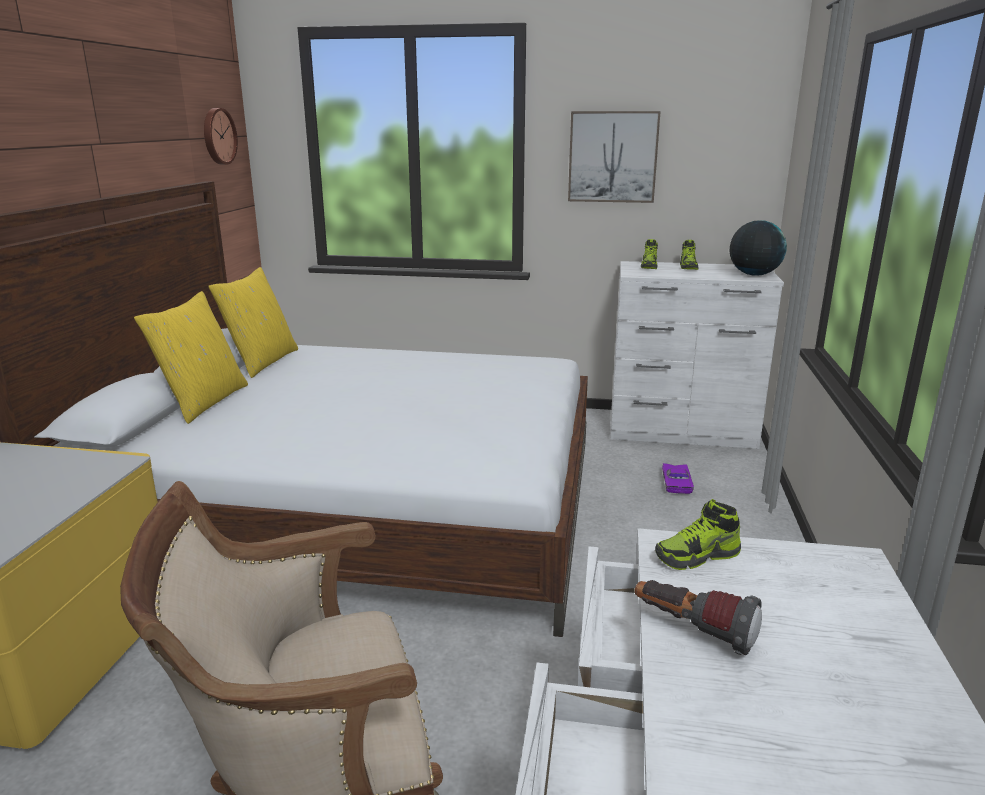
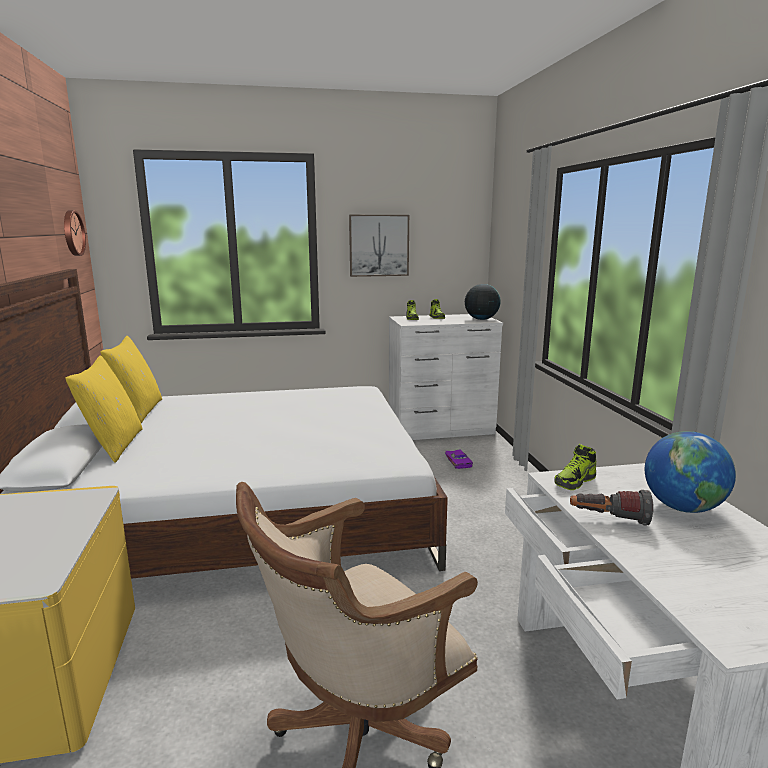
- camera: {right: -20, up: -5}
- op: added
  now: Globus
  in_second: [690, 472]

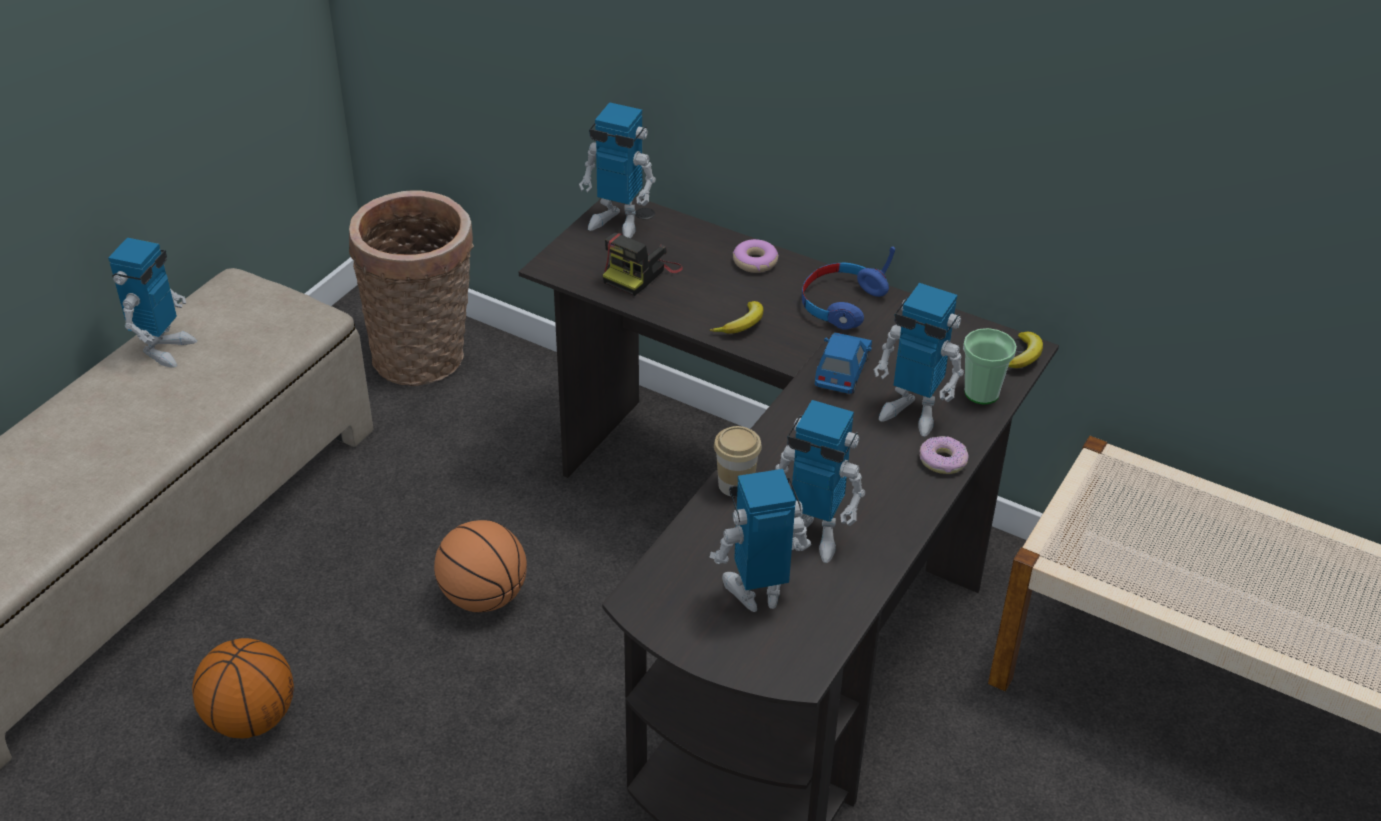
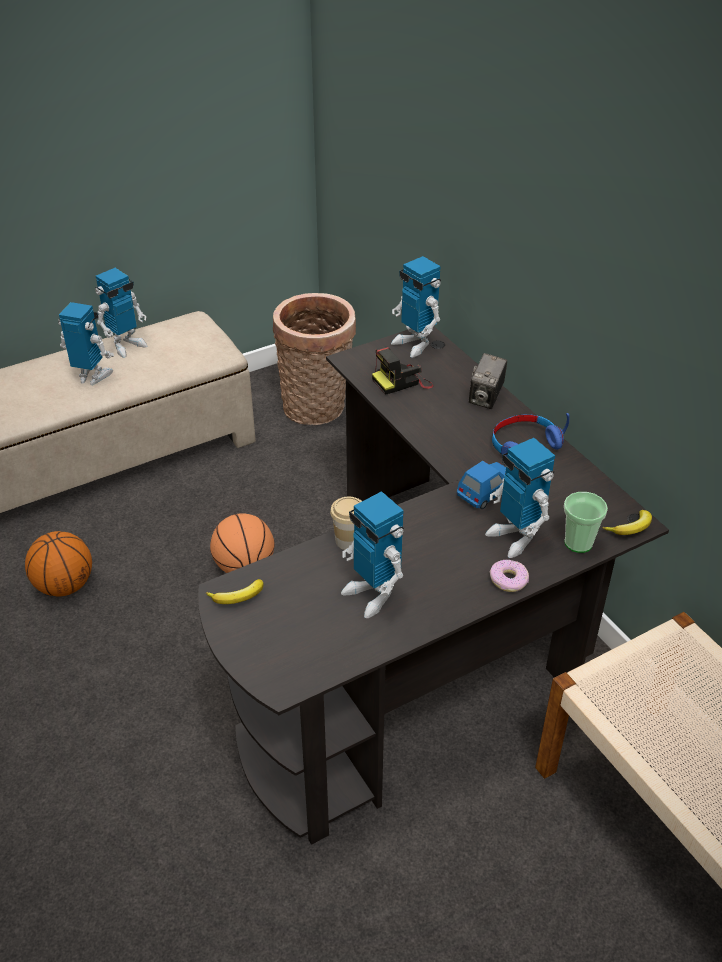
- camera: {right: 30, up: 0}
- op: moved
  was: Spielzeugroboter
  in_first: [760, 540]
  in_second: [86, 343]
- op: moved
  was: Banane
  in_first: [736, 317]
  in_second: [234, 591]
- op: replaced
  was: Donut
  now: Kamera
  in_first: [756, 256]
  in_second: [488, 381]

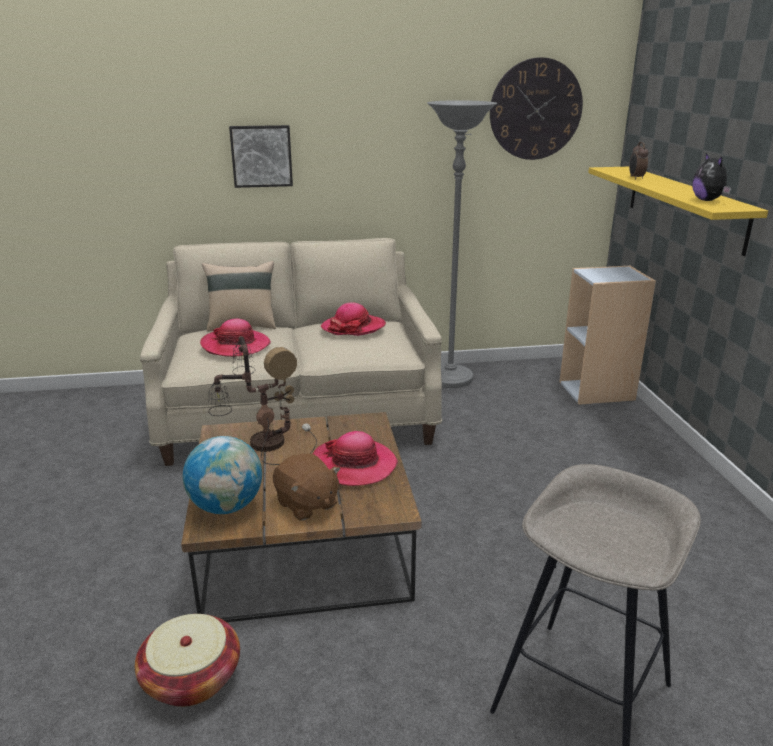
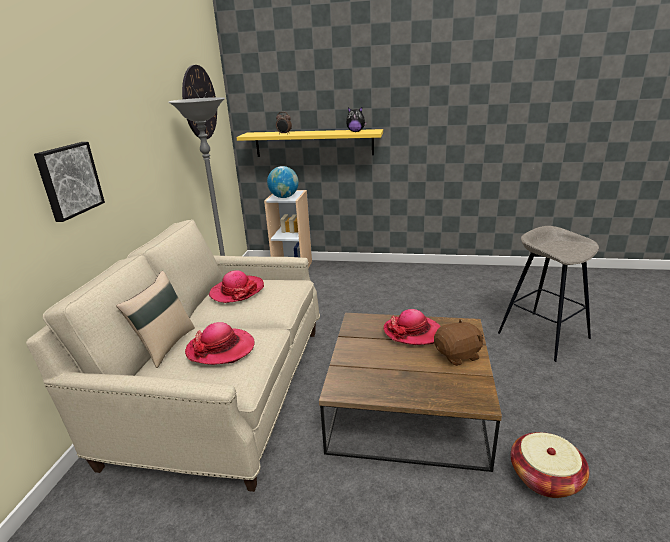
- camera: {right: -70, up: 0}
- op: moved
  was: Globus
  in_first: [222, 475]
  in_second: [283, 182]
- op: removed
  was: Tischlampe
  in_first: [262, 400]

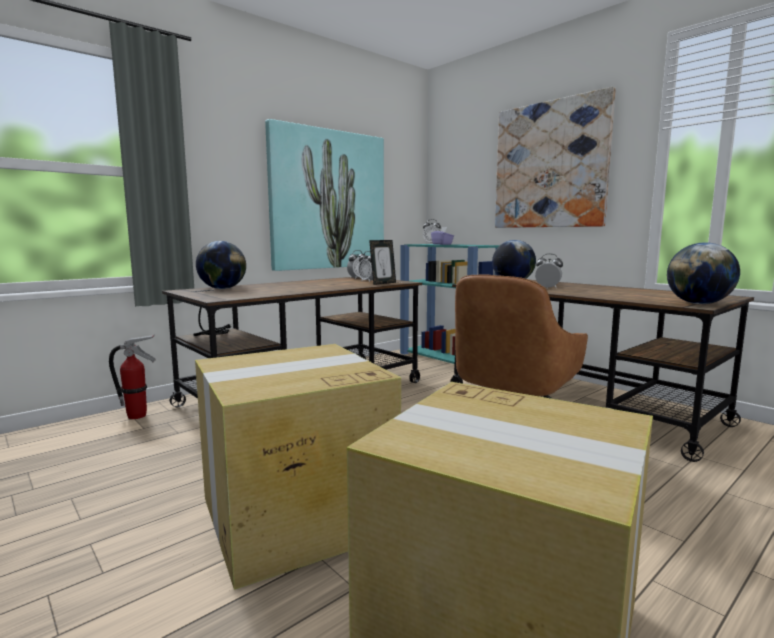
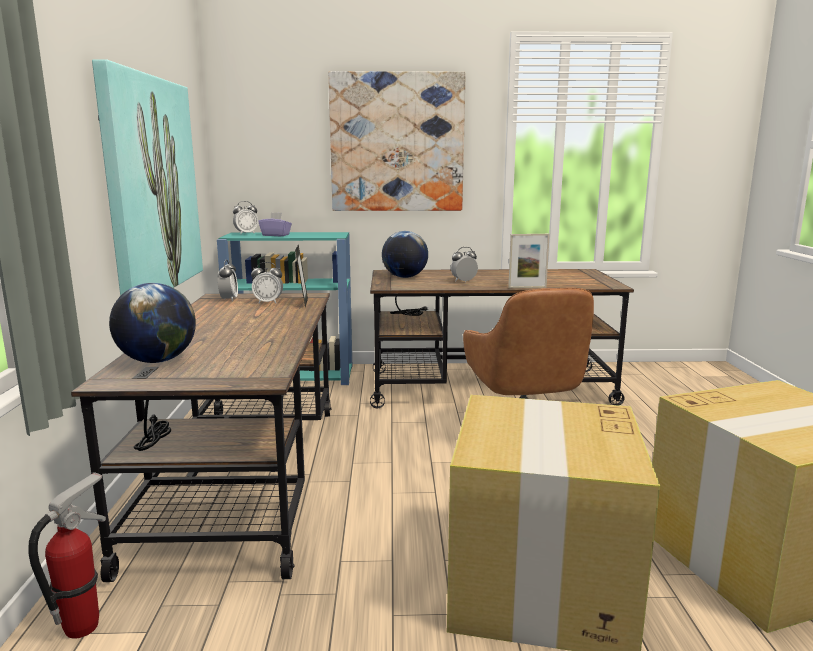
- camera: {right: -50, up: 5}
- op: added
  now: Bilderrahmen
  in_second: [529, 261]
- op: removed
  was: Globus
  in_first: [703, 273]

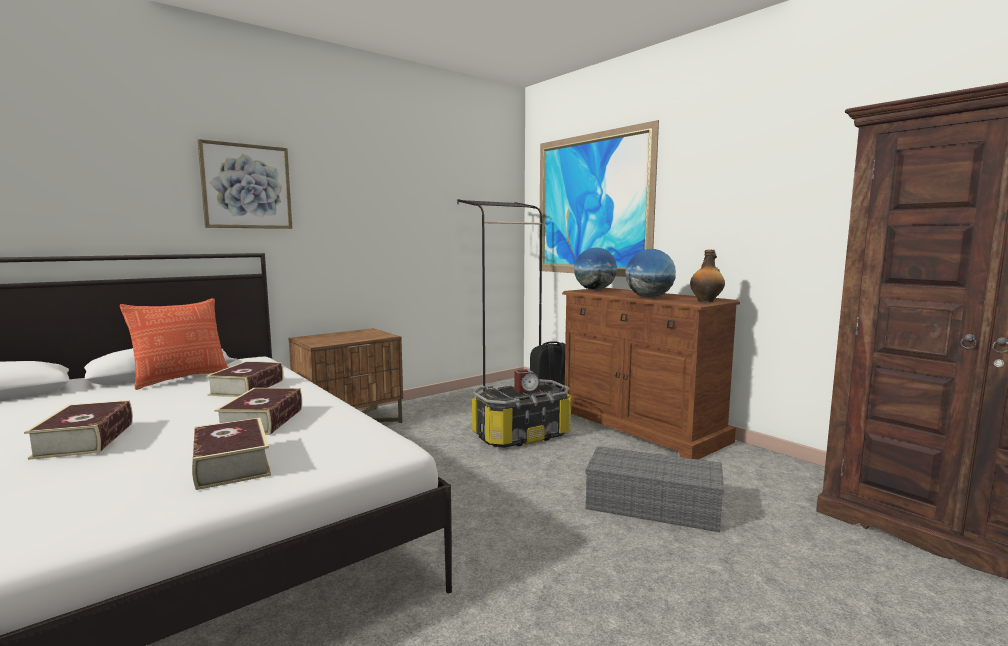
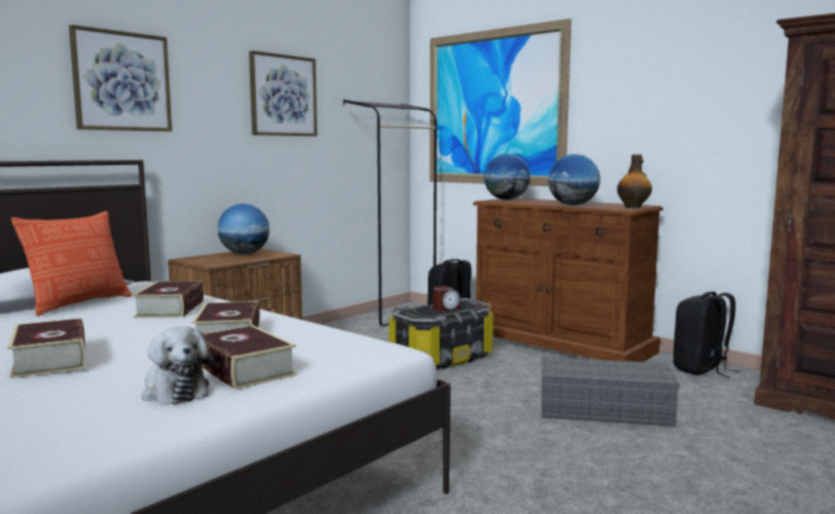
- camera: {right: -10, up: 0}
- op: added
  now: Plüschtier
  in_second: [178, 365]
- op: added
  now: Globus
  in_second: [244, 229]
- op: added
  now: Bild
  in_second: [283, 93]
- op: added
  now: Rucksack (schwarz)
  in_second: [706, 335]

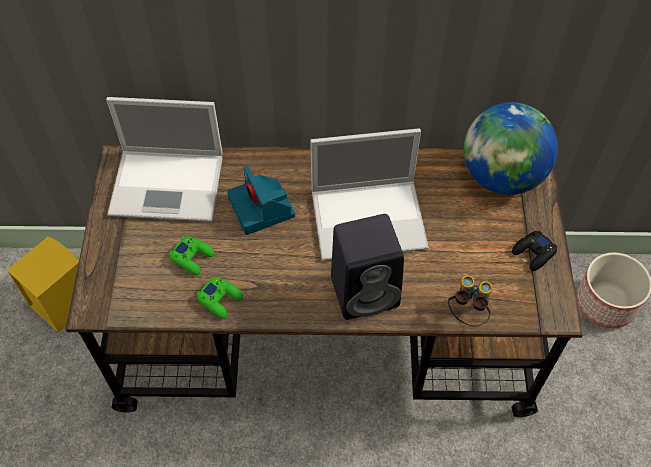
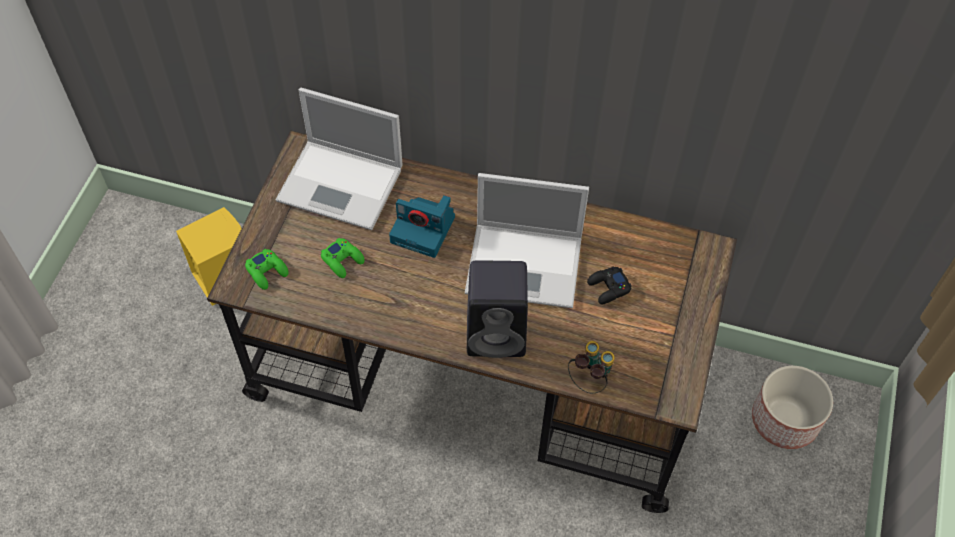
- camera: {right: 15, up: 0}
- op: moved
  was: Gamepad (grün)
  in_first: [220, 298]
  in_second: [267, 269]
- op: turned
  was: Kamera
  in_first: [261, 200]
  in_second: [422, 226]
  clockwise: -60
- op: moved
  was: Gamepad (schwarz)
  in_first: [534, 251]
  in_second: [609, 285]
- op: removed
  was: Globus
  in_first: [511, 148]

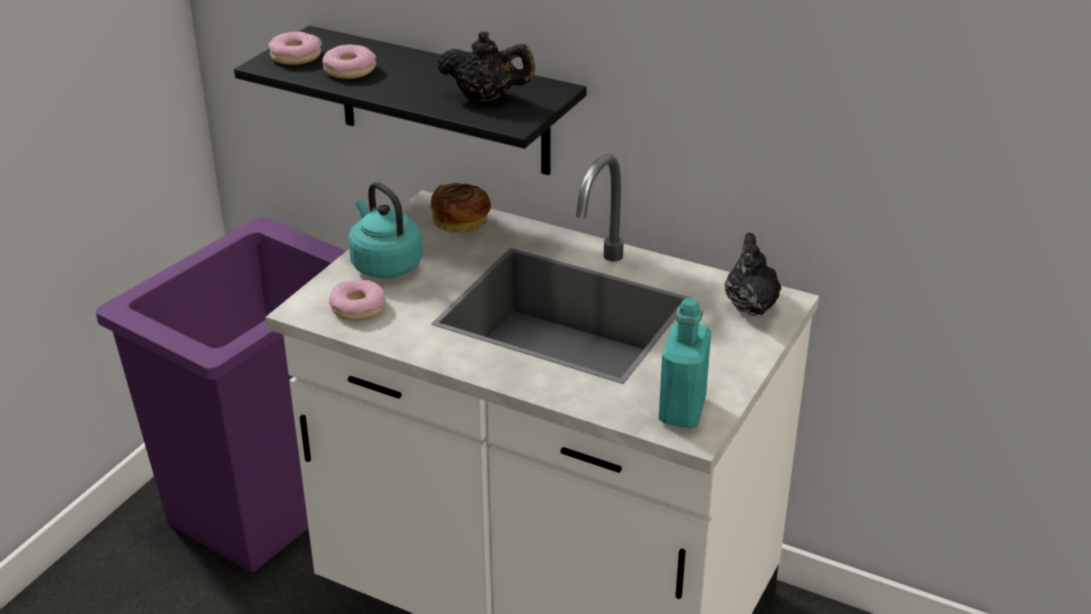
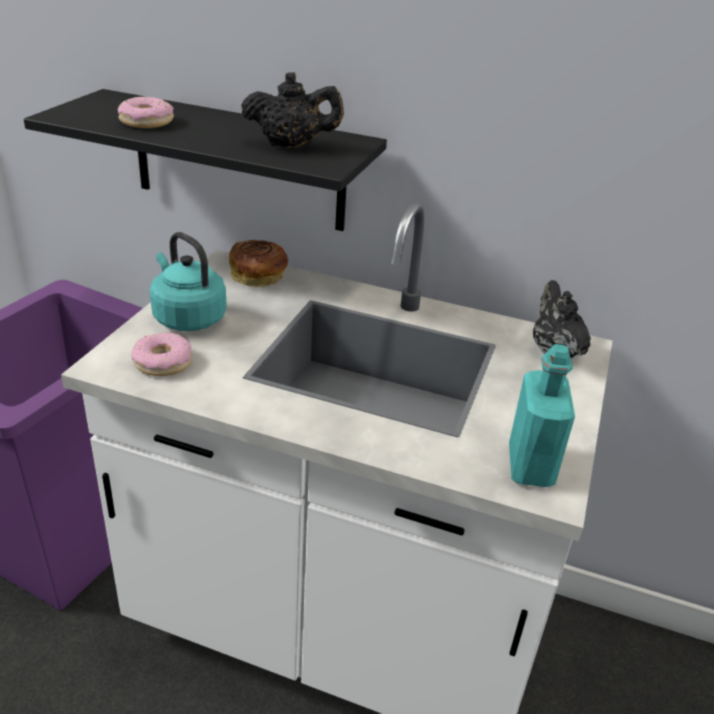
- camera: {right: -10, up: 0}
- op: removed
  was: Donut
  in_first: [295, 48]

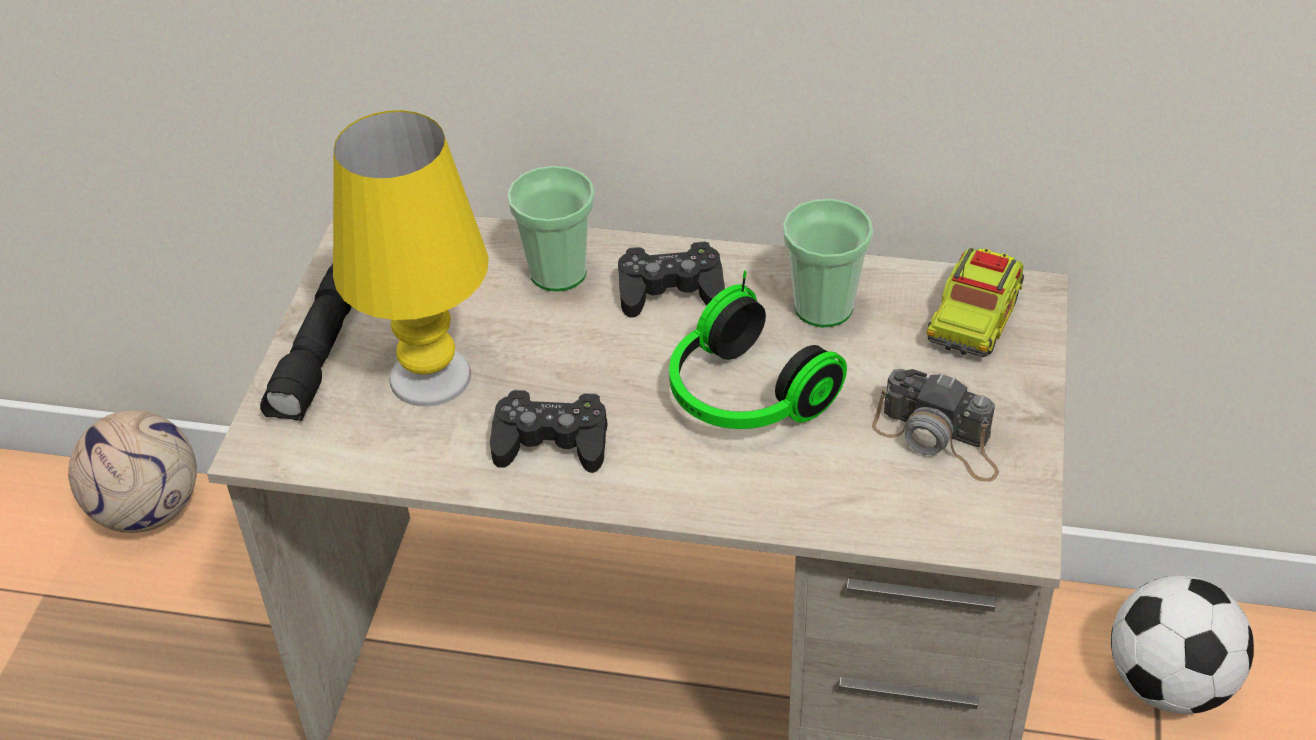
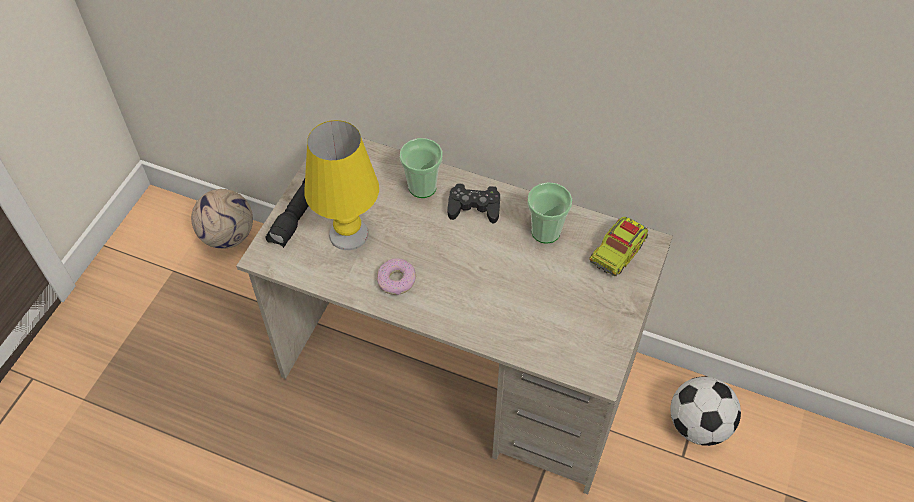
- camera: {right: 10, up: 10}
- op: replaced
  was: Gamepad (schwarz)
  now: Donut
  in_first: [549, 431]
  in_second: [397, 276]
- op: removed
  was: Kopfhörer
  in_first: [758, 349]
- op: removed
  was: Kamera
  in_first: [935, 425]

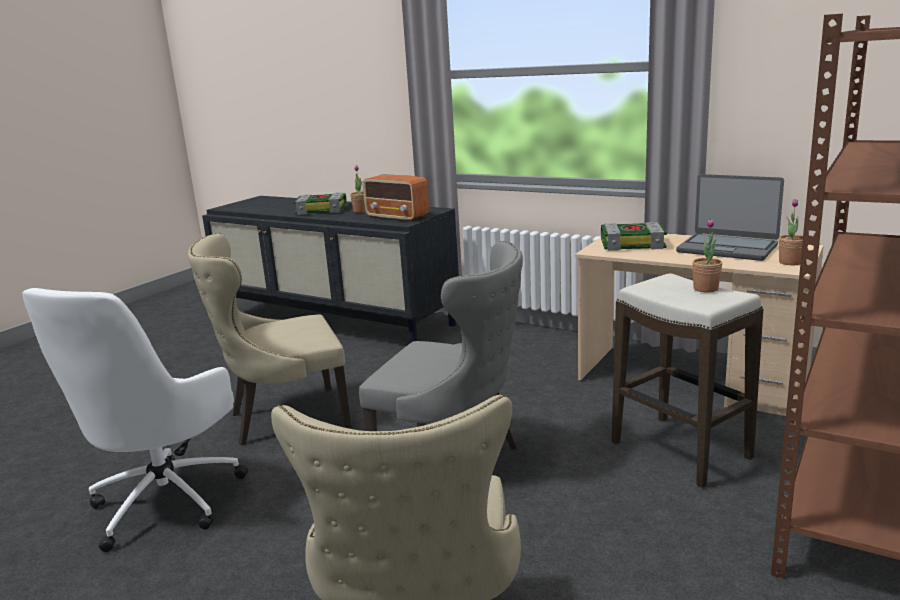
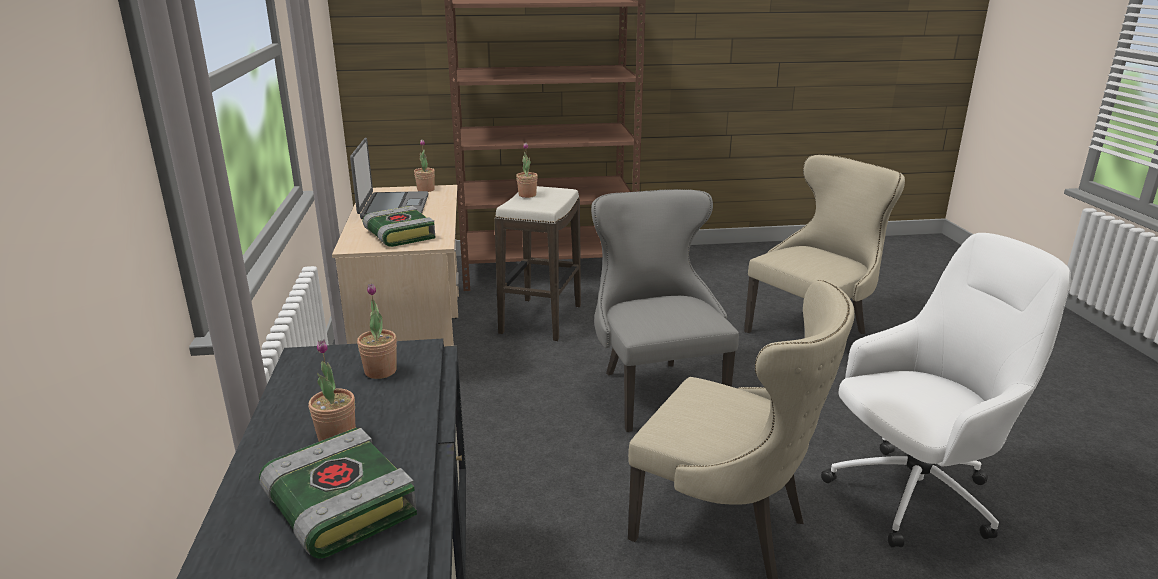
- camera: {right: -130, up: 5}
- op: replaced
  was: Radio
  now: Topfpflanze
  in_first: [396, 198]
  in_second: [377, 331]

